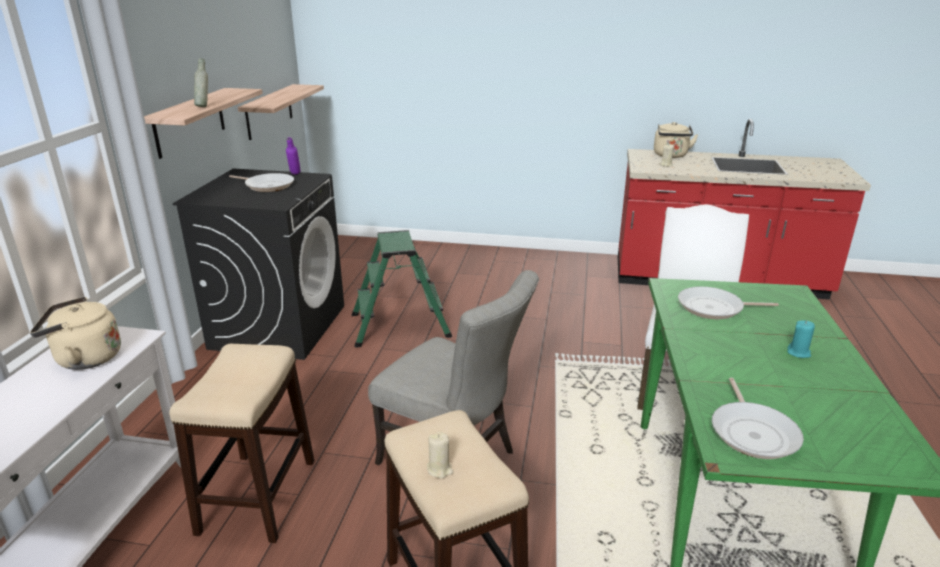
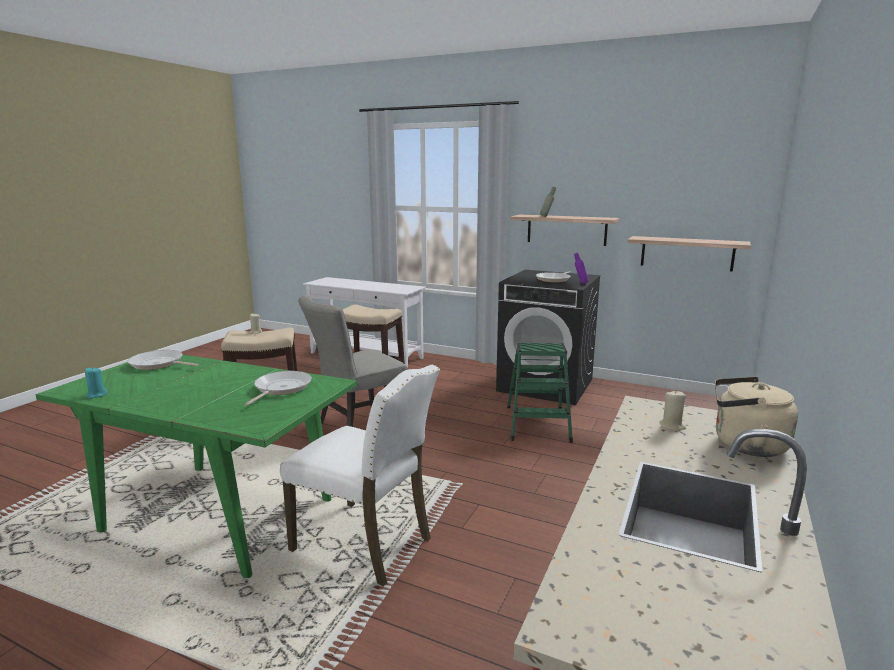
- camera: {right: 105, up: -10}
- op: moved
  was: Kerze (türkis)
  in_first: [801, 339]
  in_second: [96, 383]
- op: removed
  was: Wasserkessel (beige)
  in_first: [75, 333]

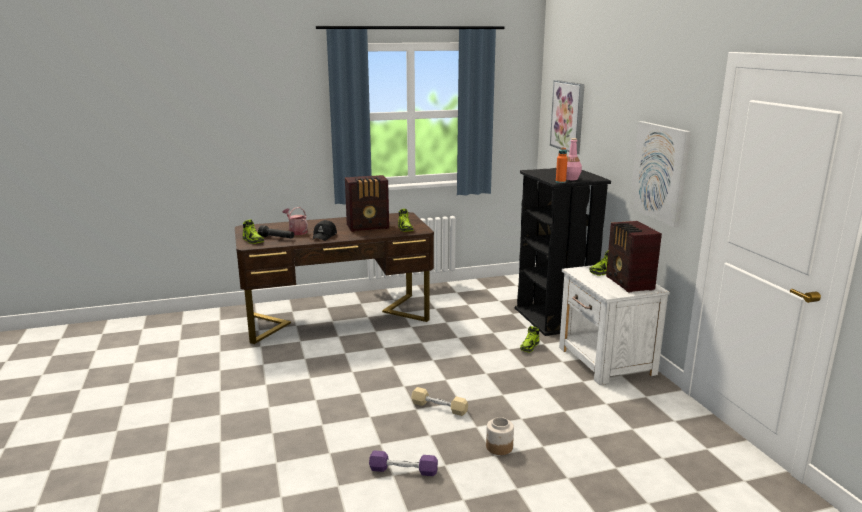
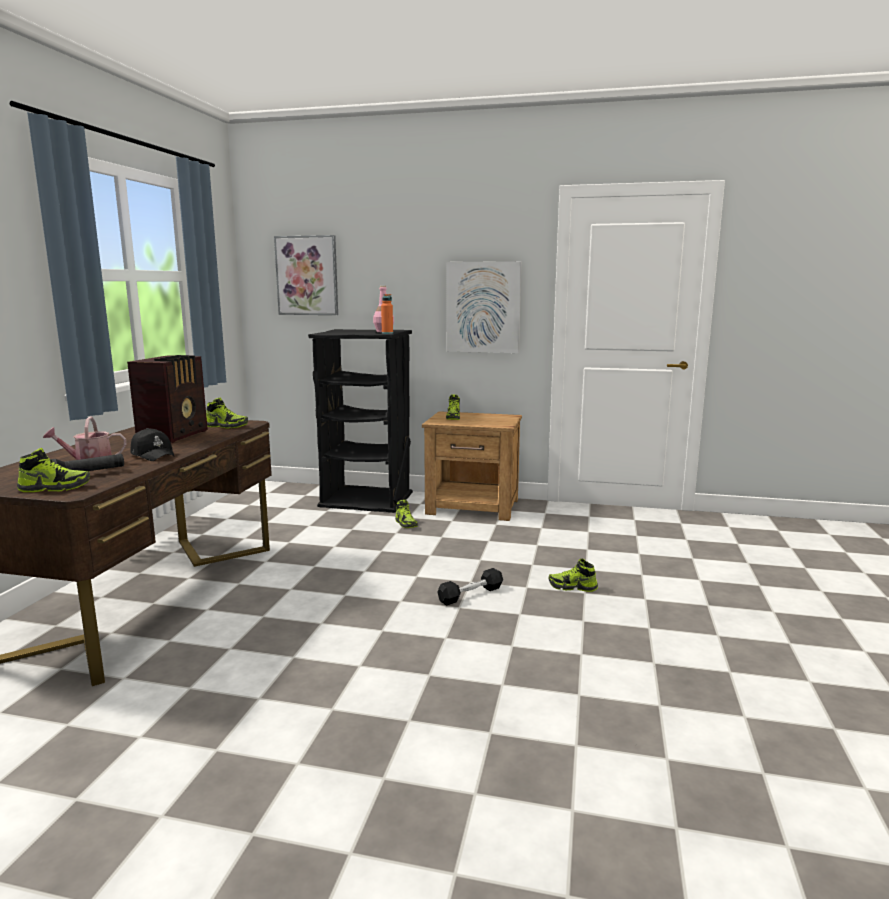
- camera: {right: -60, up: -5}
- op: recoloured
  was: Nachttisch (weiß)
  now: Nachttisch (braun)
  in_first: [614, 325]
  in_second: [472, 466]
- op: recoloured
  was: Hantel (beige)
  now: Hantel (schwarz)
  in_first: [439, 401]
  in_second: [470, 587]
- op: replaced
  was: Vorratsglas
  now: Schuh
  in_first: [500, 436]
  in_second: [573, 575]
- op: removed
  was: Hantel (lila)
  in_first: [403, 463]
- op: removed
  was: Radio
  in_first: [634, 257]

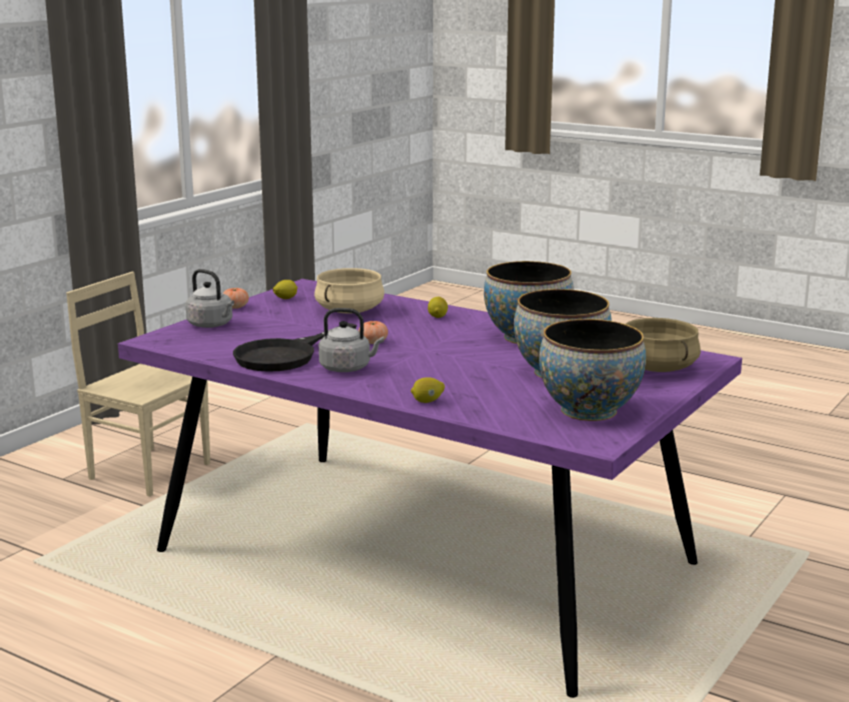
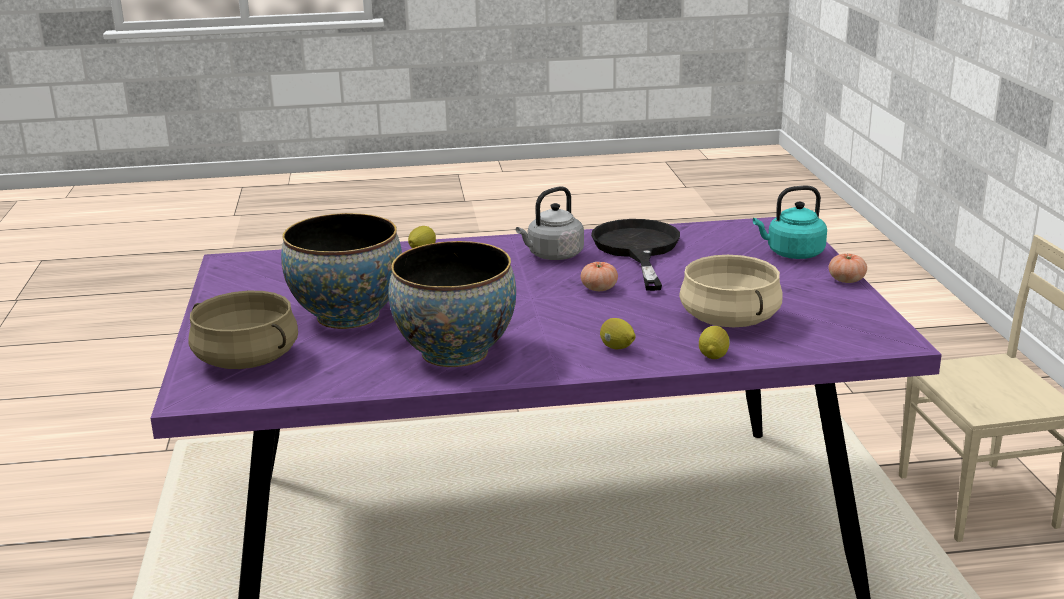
- camera: {right: 140, up: 5}
- op: moved
  was: Zitrone
  in_first: [285, 289]
  in_second: [714, 342]
- op: recoloured
  was: Wasserkessel (grau)
  now: Wasserkessel (türkis)
  in_first: [210, 298]
  in_second: [790, 222]
- op: removed
  was: Schüssel
  in_first: [592, 370]

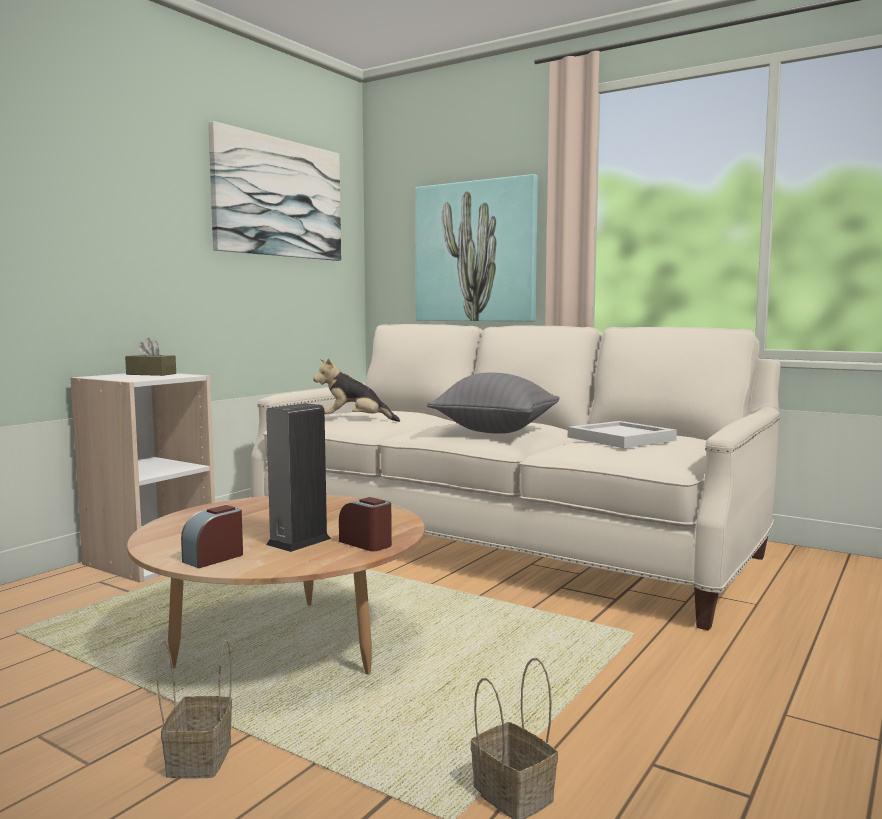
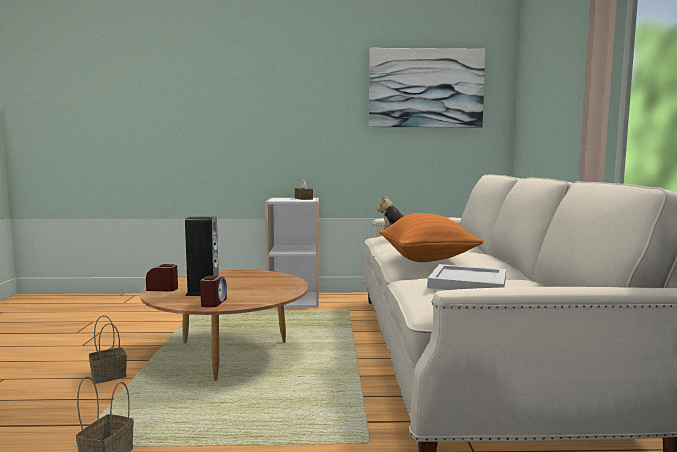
- camera: {right: 55, up: 0}
- op: recoloured
  was: Kissen (grau)
  now: Kissen (orange)
  in_first: [493, 403]
  in_second: [431, 237]
- op: removed
  was: Bild
  in_first: [476, 247]

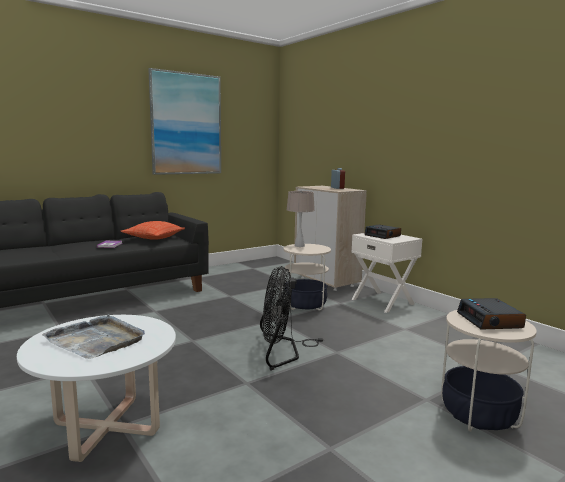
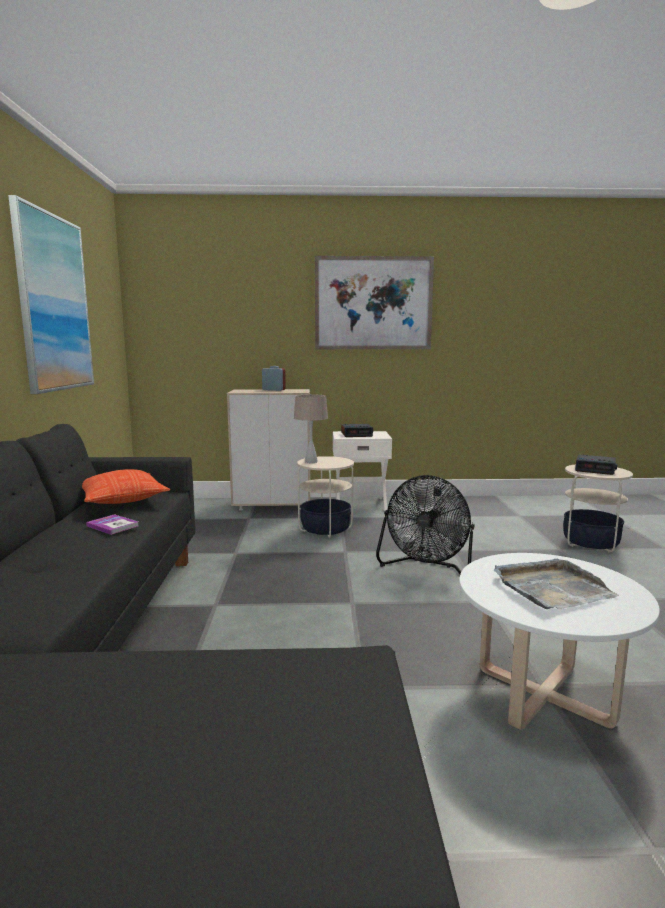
- camera: {right: -55, up: 0}
- op: added
  now: Bild
  in_second: [374, 302]

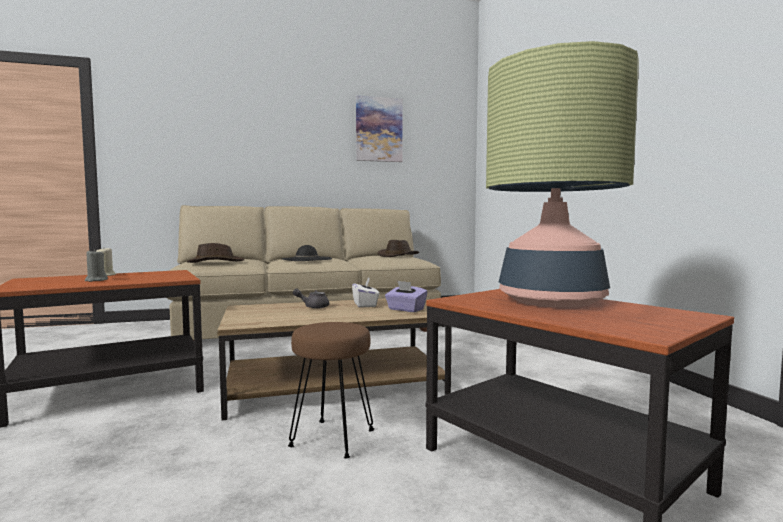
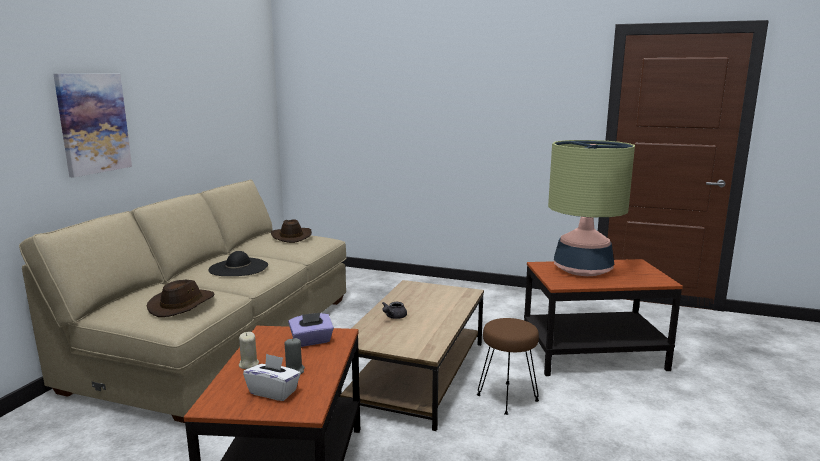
- camera: {right: -55, up: 10}
- op: moved
  was: Bild
  in_first: [379, 128]
  in_second: [92, 126]
- op: moved
  was: Taschentuchbox (weiß)
  in_first: [365, 293]
  in_second: [272, 377]
- op: moved
  was: Taschentuchbox (lila)
  in_first: [406, 296]
  in_second: [311, 330]

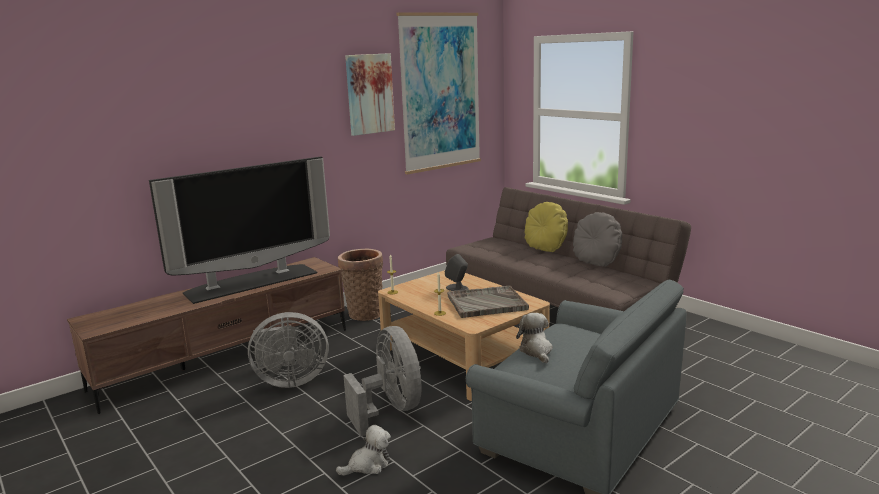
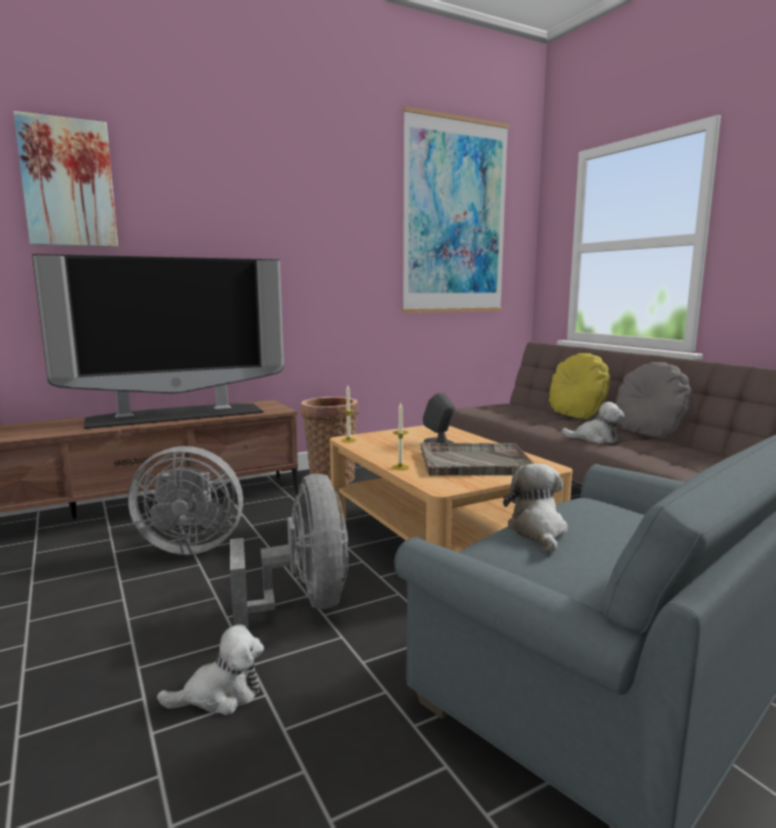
- camera: {right: 10, up: -5}
- op: moved
  was: Bild
  in_first: [370, 94]
  in_second: [66, 179]
- op: added
  now: Plüschtier
  in_second: [593, 422]

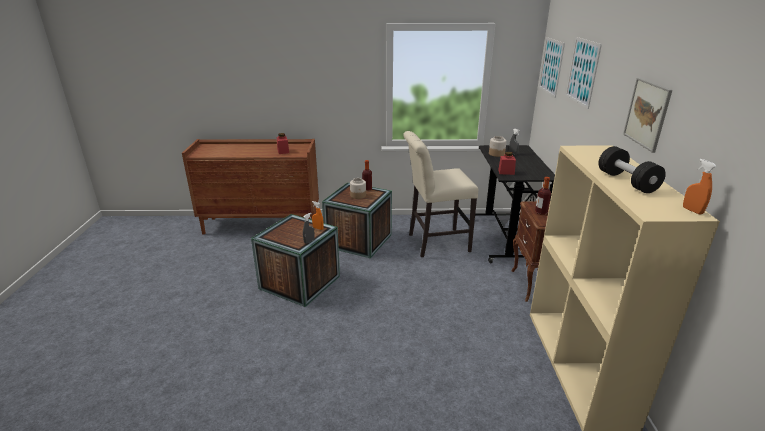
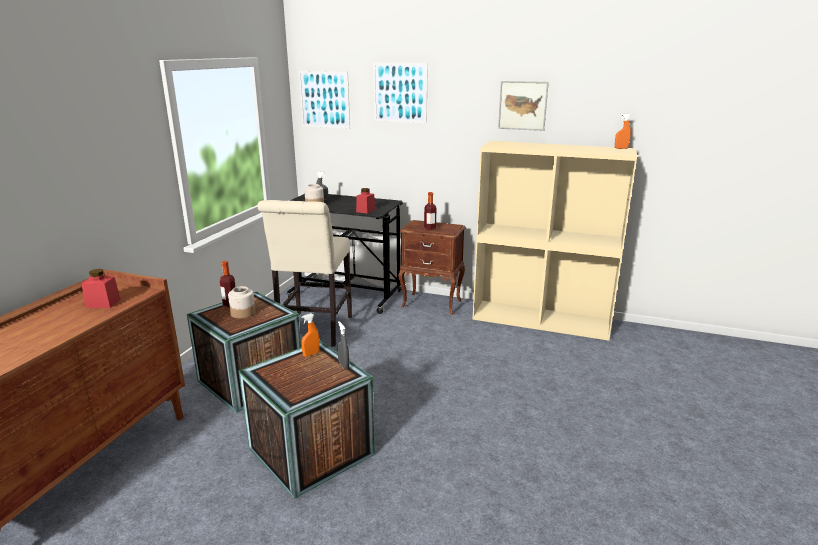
- camera: {right: -70, up: -5}
- op: removed
  was: Hantel (schwarz)
  in_first: [632, 169]

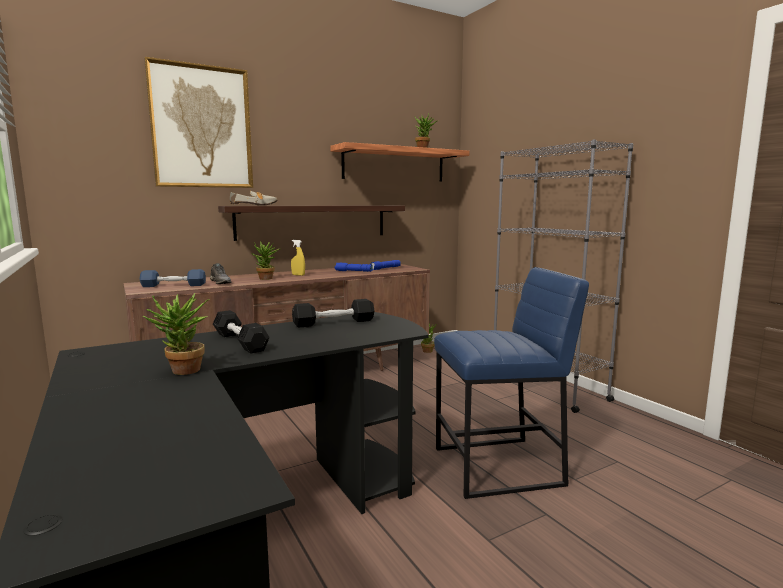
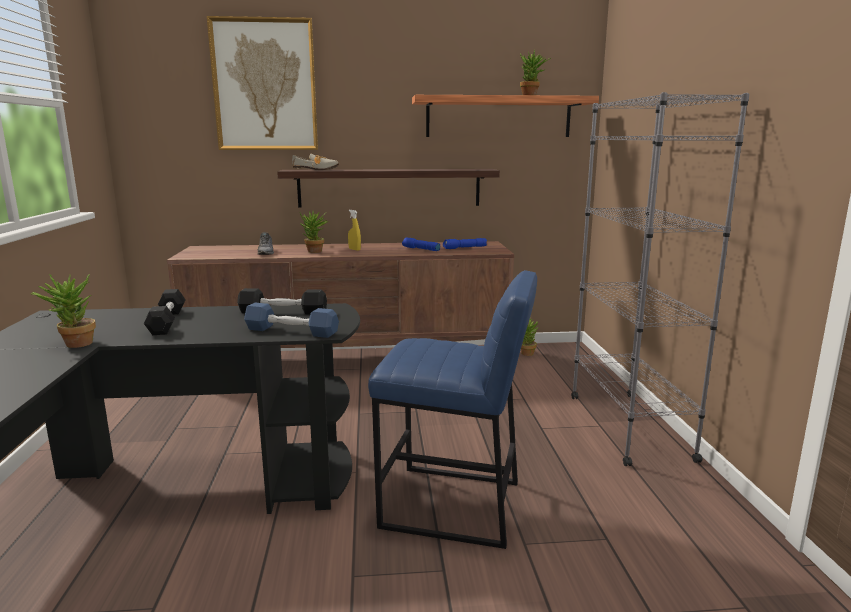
- camera: {right: 25, up: 5}
- op: moved
  was: Hantel (blau)
  in_first: [173, 278]
  in_second: [291, 320]

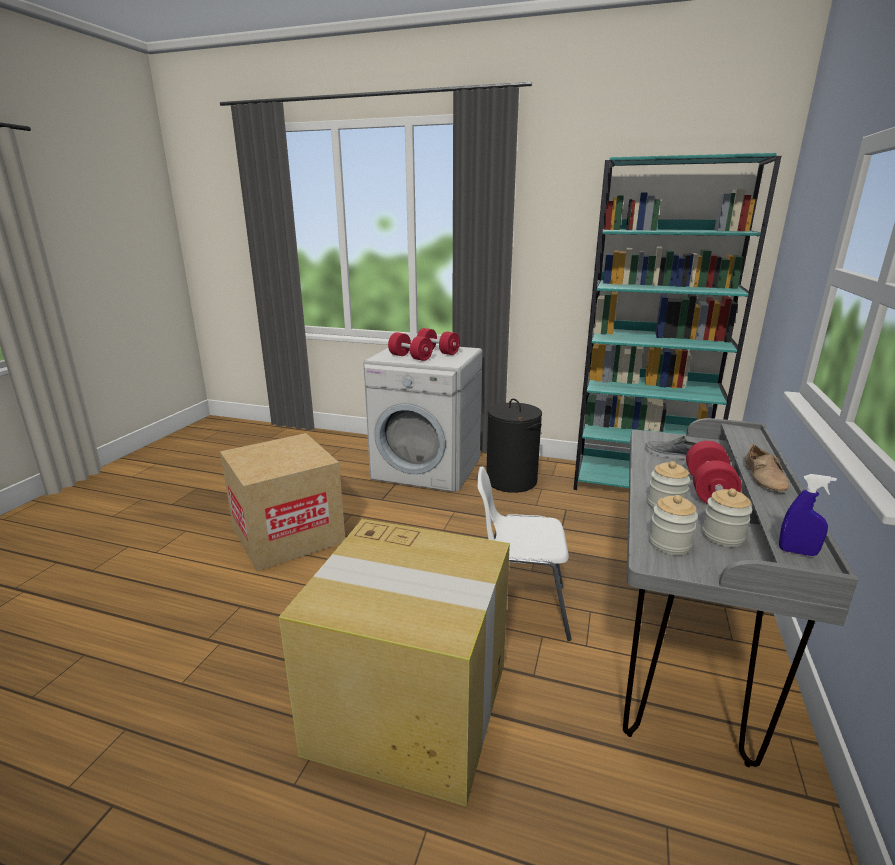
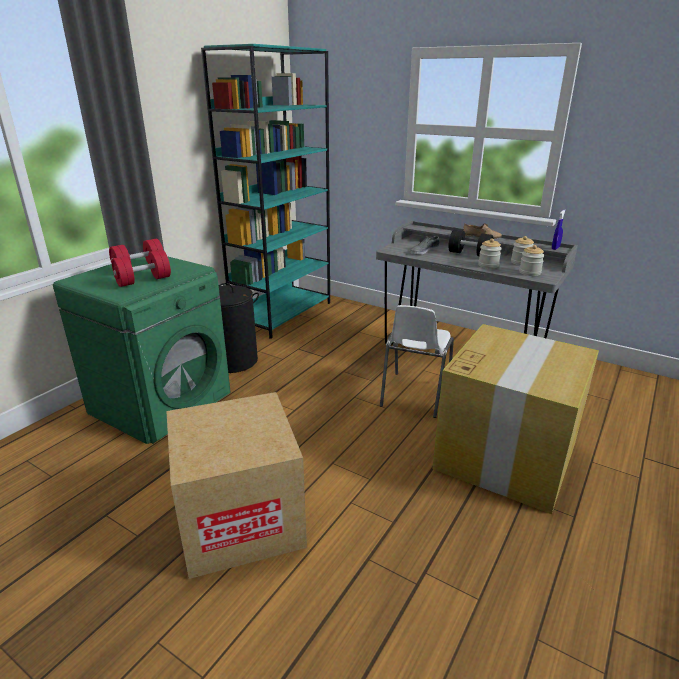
- camera: {right: -75, up: 5}
- op: recoloured
  was: Waschmaschine (weiß)
  now: Waschmaschine (grün)
  in_first: [422, 418]
  in_second: [142, 350]
- op: recoloured
  was: Hantel (rot)
  now: Hantel (schwarz)
  in_first: [714, 472]
  in_second: [470, 243]

